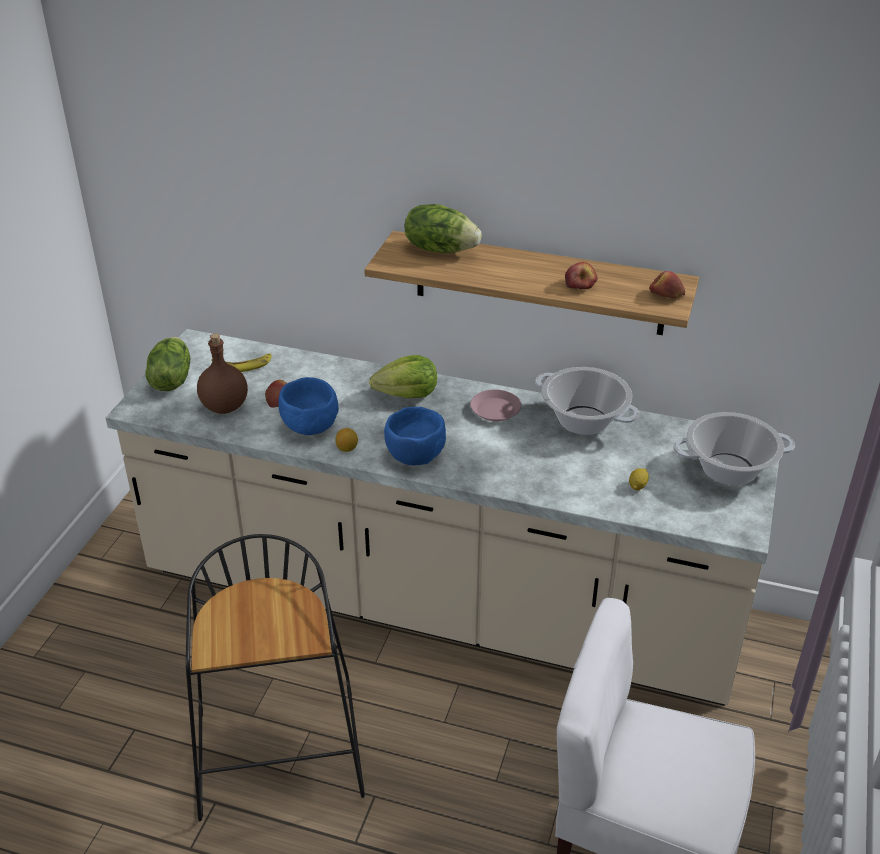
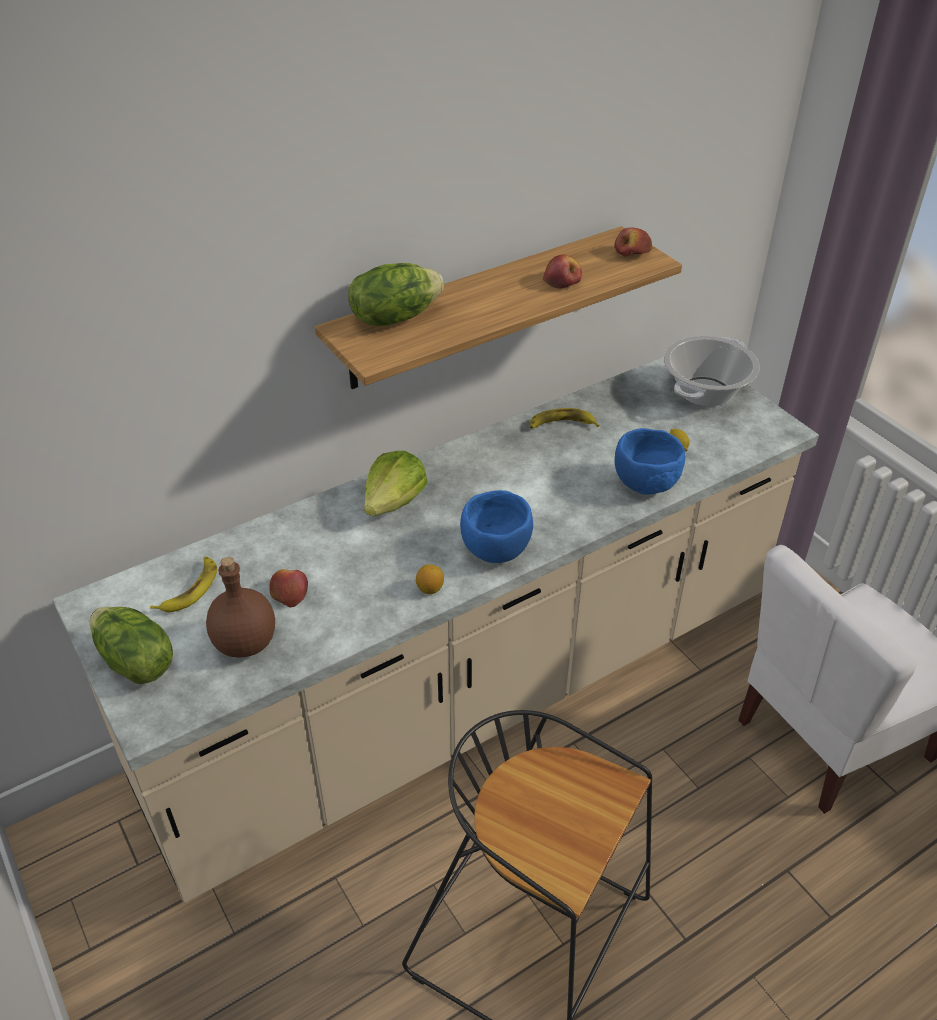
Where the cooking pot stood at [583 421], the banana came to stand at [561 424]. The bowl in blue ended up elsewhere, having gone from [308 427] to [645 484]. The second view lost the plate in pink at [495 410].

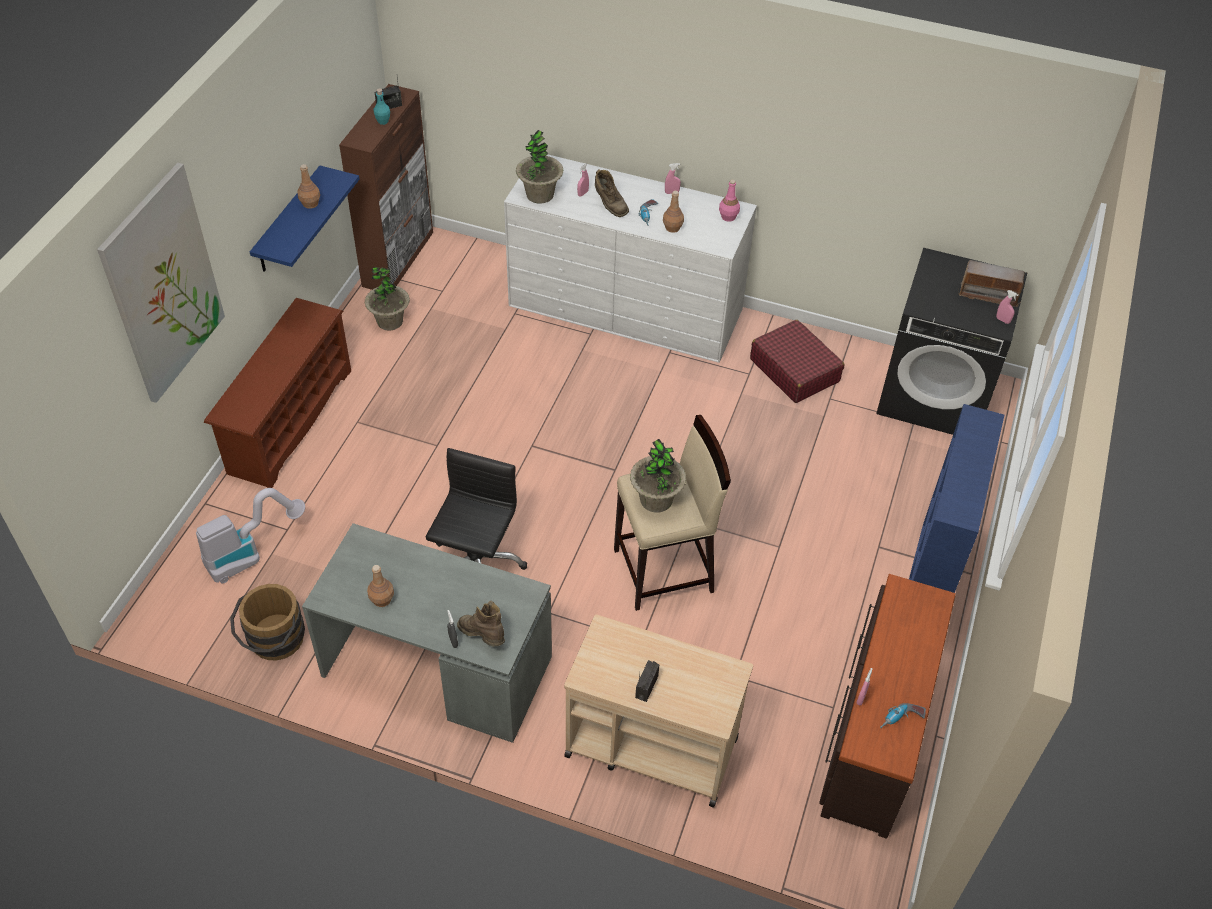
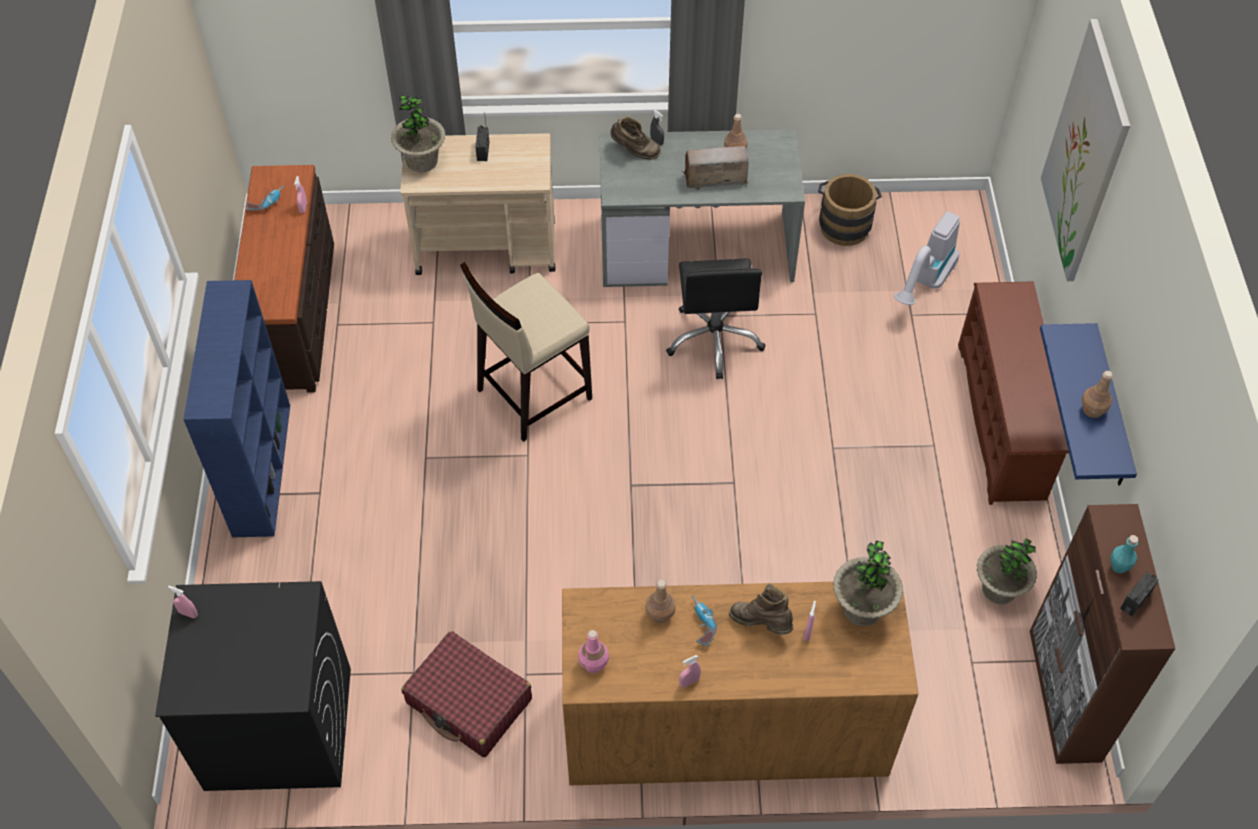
The potted plant ended up elsewhere, having gone from [656 500] to [422 161]. What was the dresser in white at [626 307] turned into the dresser in brown at [725 726]. The radio ended up elsewhere, having gone from [988 294] to [715 179].

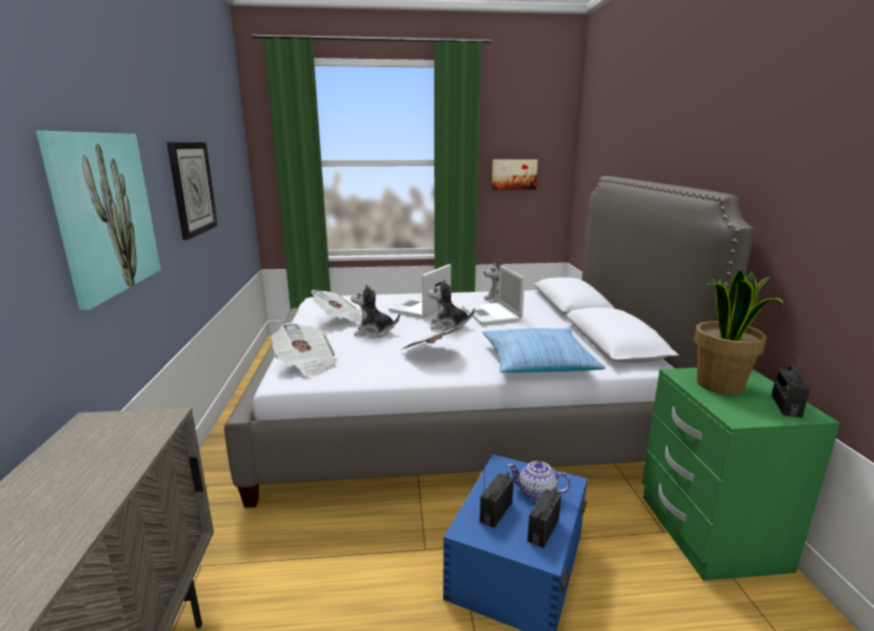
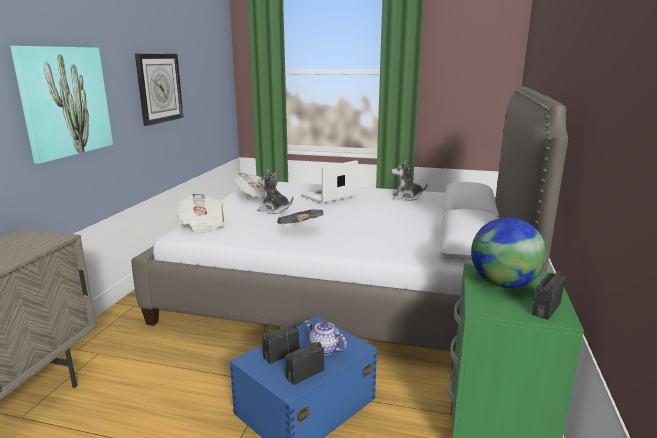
Where the potted plant stood at [720 385], the globe came to stand at [503 284]. The second view lost the plush toy at [448 326]. The second view lost the laptop at [492 314]. The second view lost the pillow at [537 362]. The second view lost the picture at [514 174].

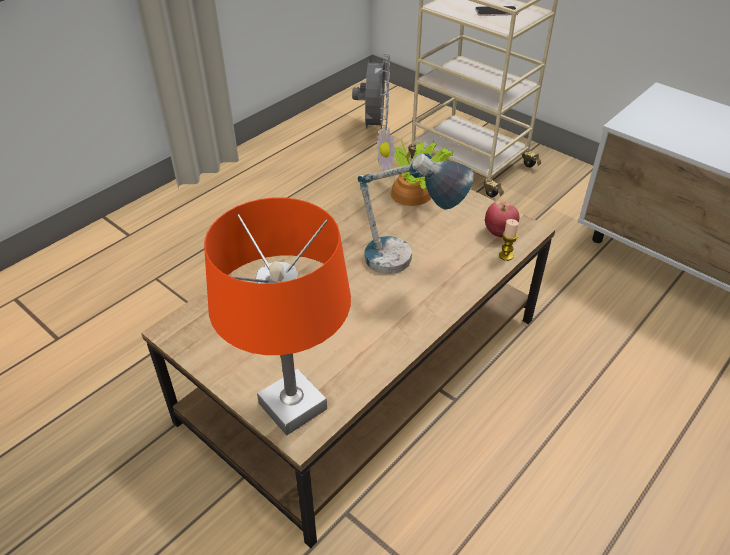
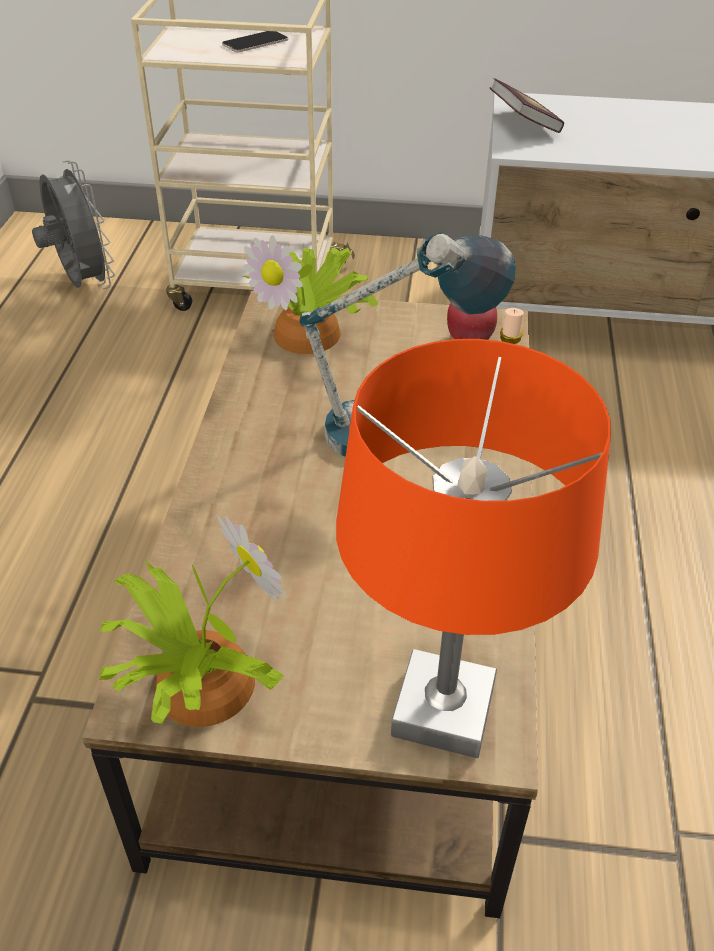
The second view gained the potted plant at [198 684]. The second view gained the book at [523 124].

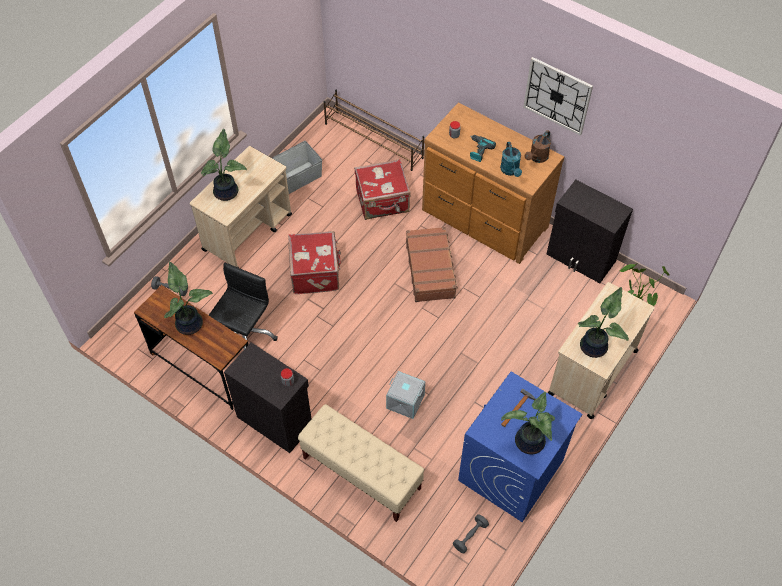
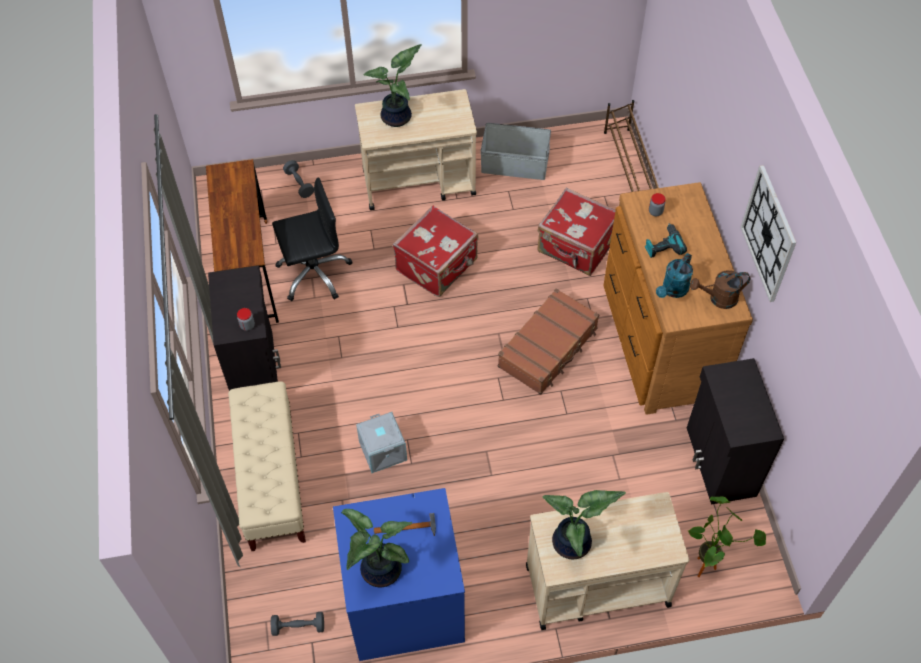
The second view lost the potted plant at [190 323].

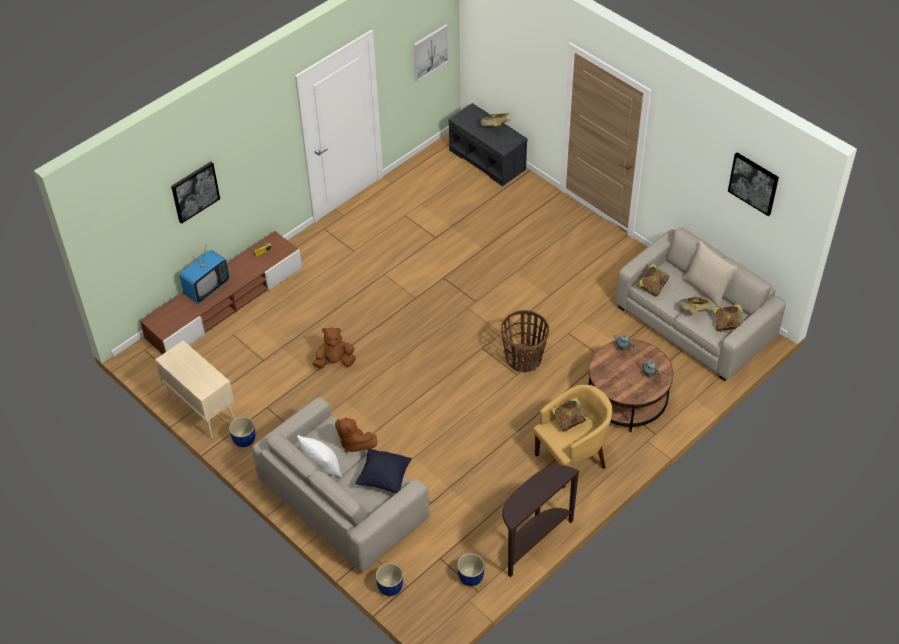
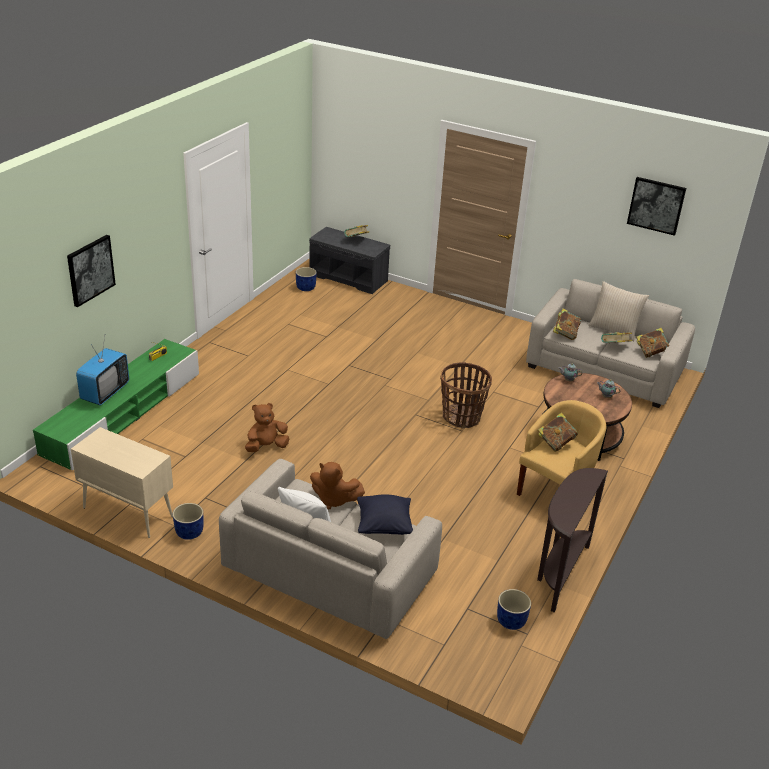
What was the tv stand in brown at [225 303] turned into the tv stand in green at [123 413]. The planter in blue ended up elsewhere, having gone from [390 587] to [305 288]. The second view lost the picture at [430 52].

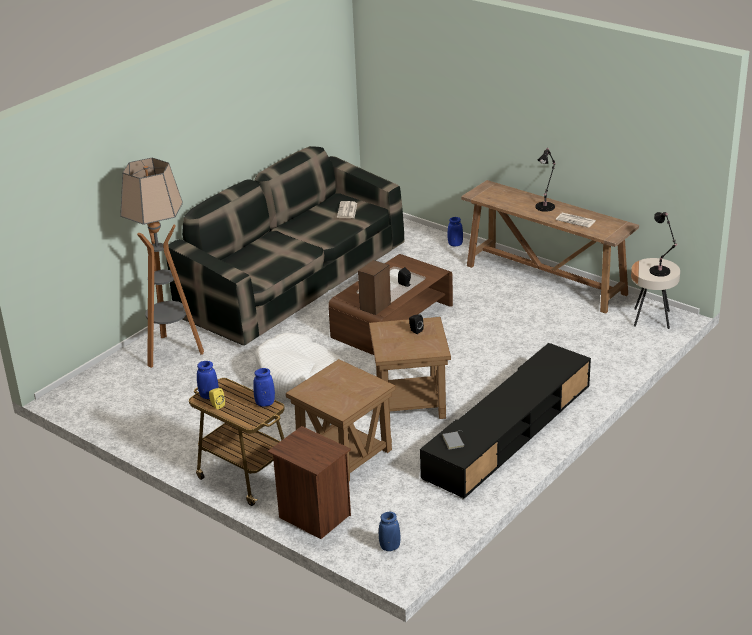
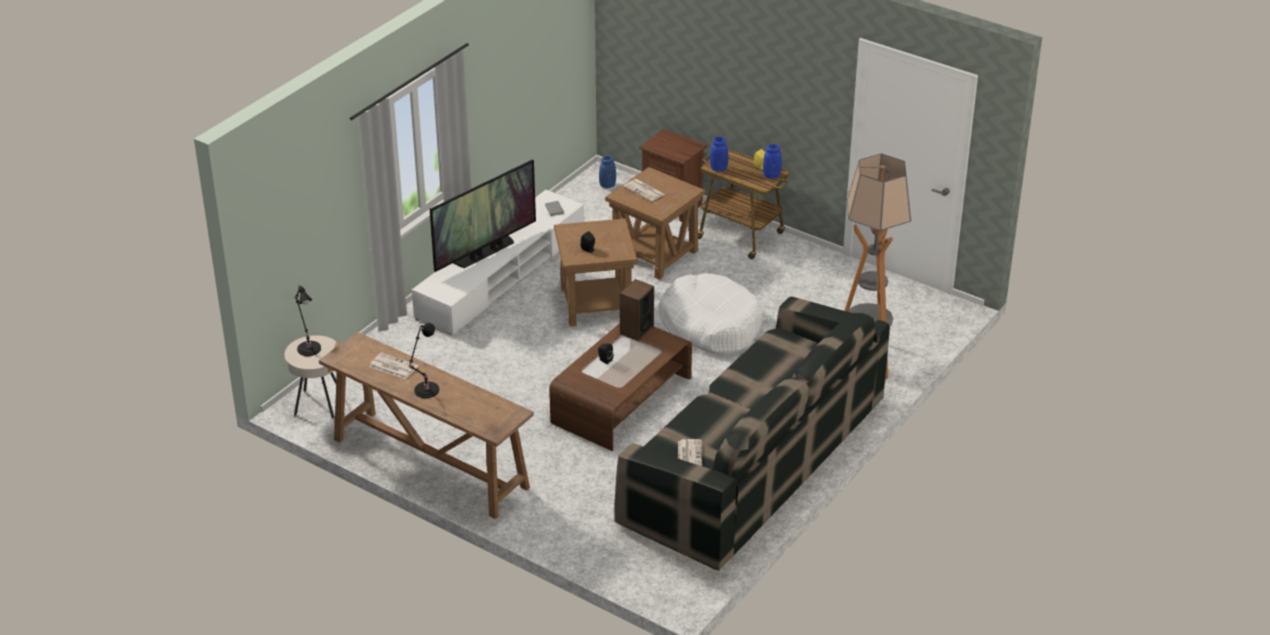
What was the tv stand in black at [508 432] turned into the tv stand in white at [502 274]. The second view gained the television at [485 252]. The second view gained the newspaper at [644 190]. The second view lost the vase in blue at [455 244].

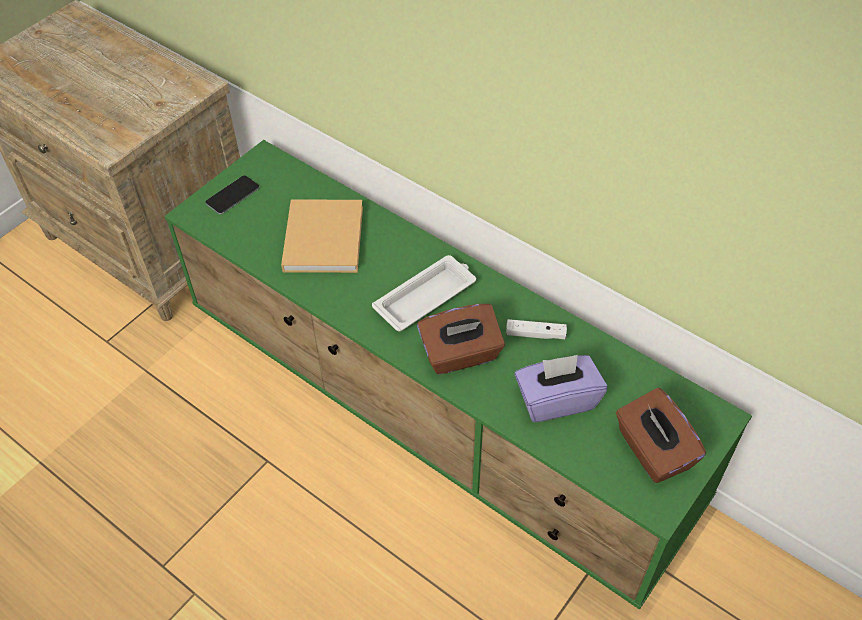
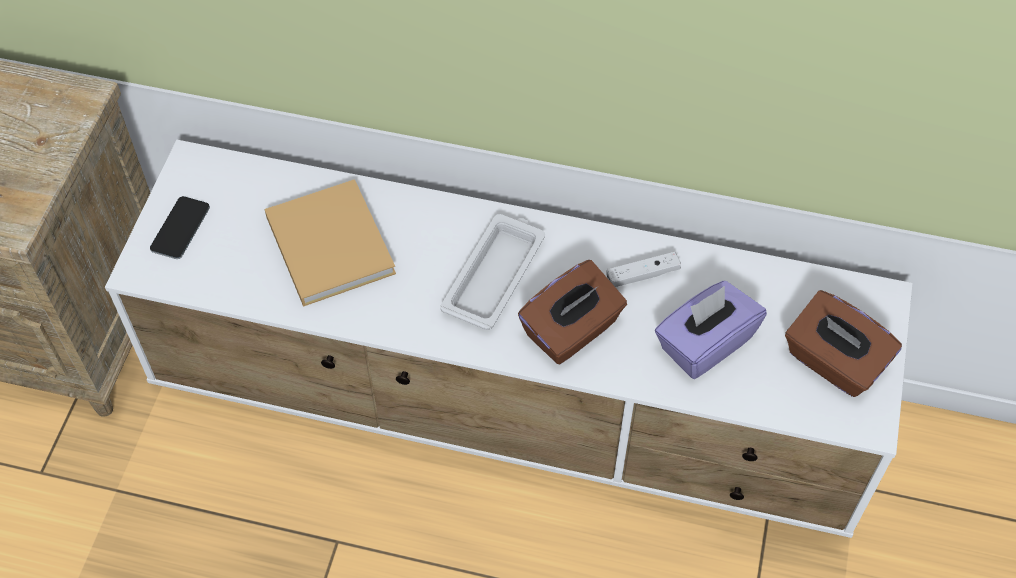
What was the tv stand in green at [435 418] turned into the tv stand in white at [512 410].

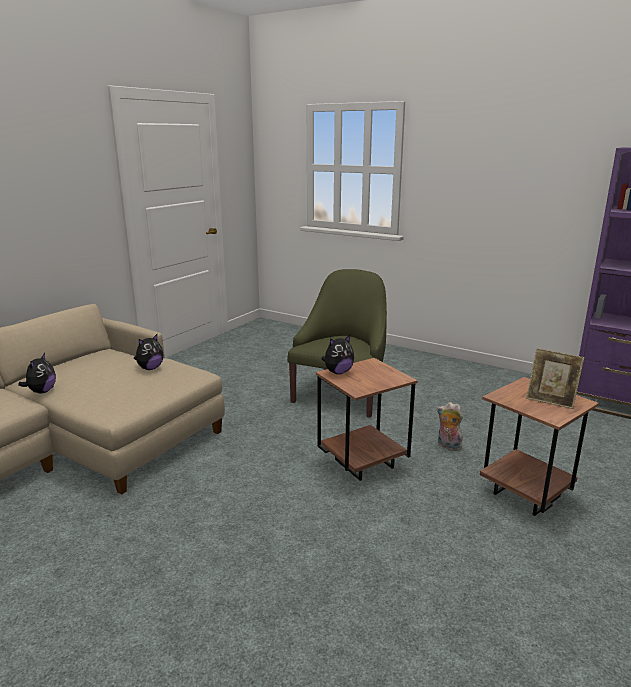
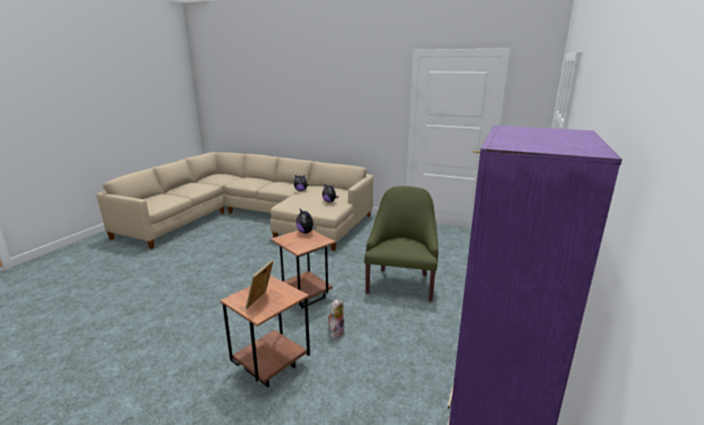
The armchair in green at [341 395] ended up facing another way, 90 degrees counterclockwise from before.

